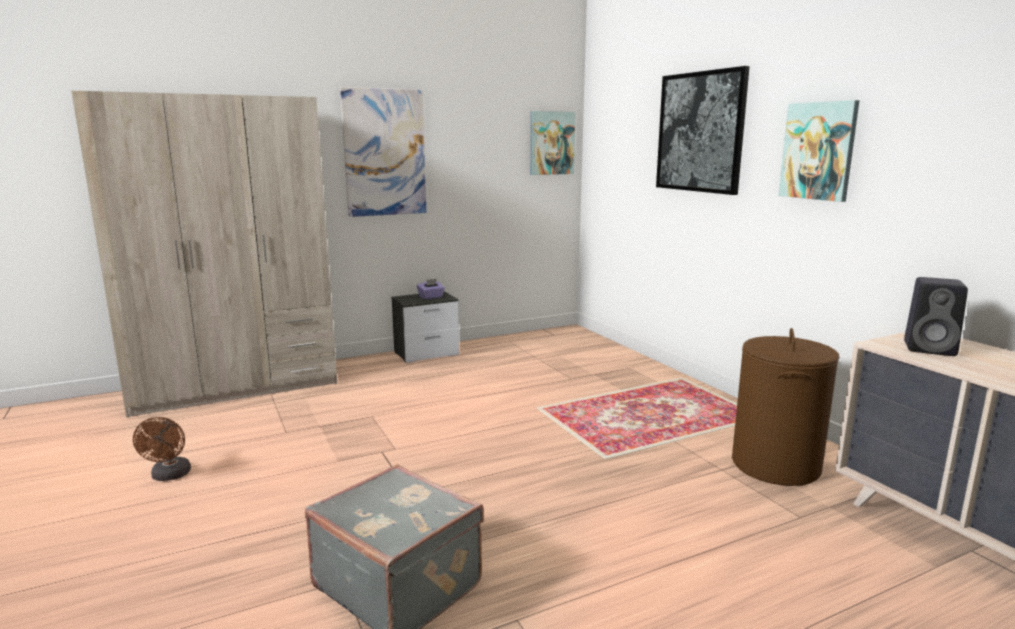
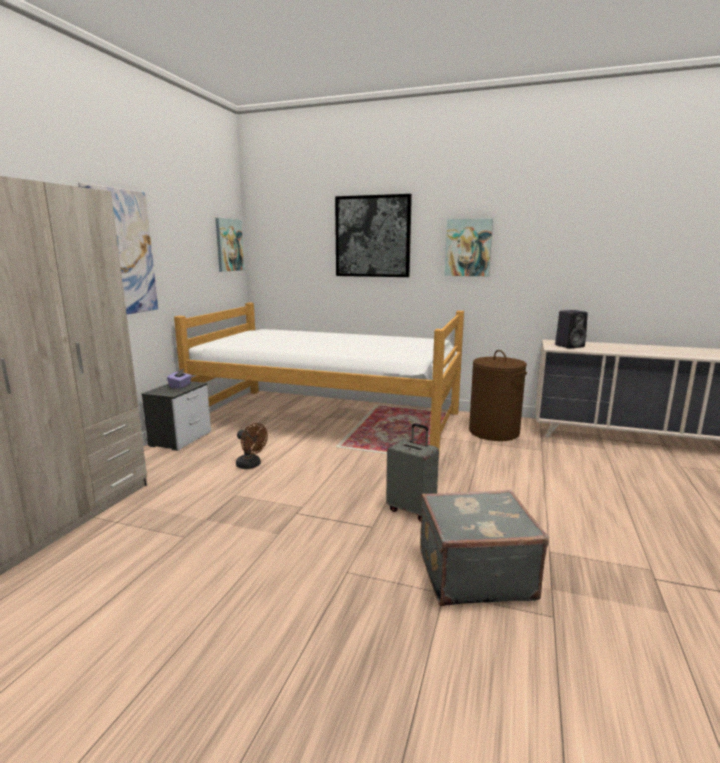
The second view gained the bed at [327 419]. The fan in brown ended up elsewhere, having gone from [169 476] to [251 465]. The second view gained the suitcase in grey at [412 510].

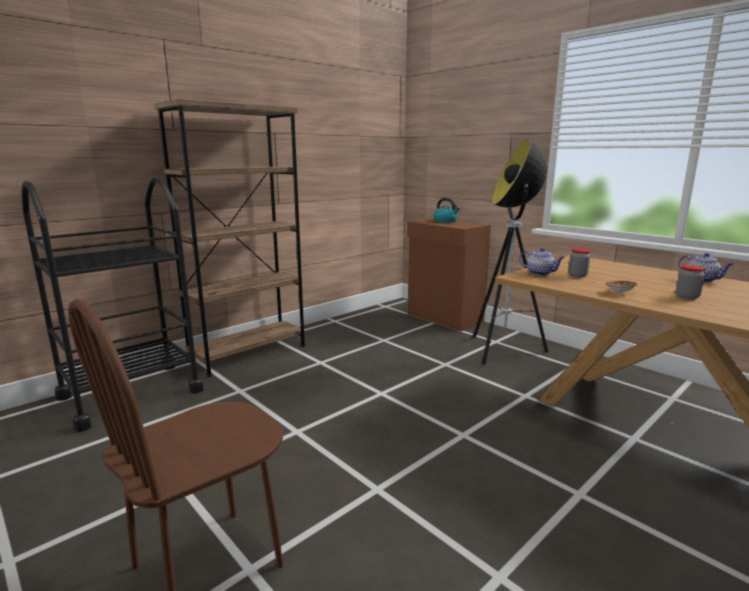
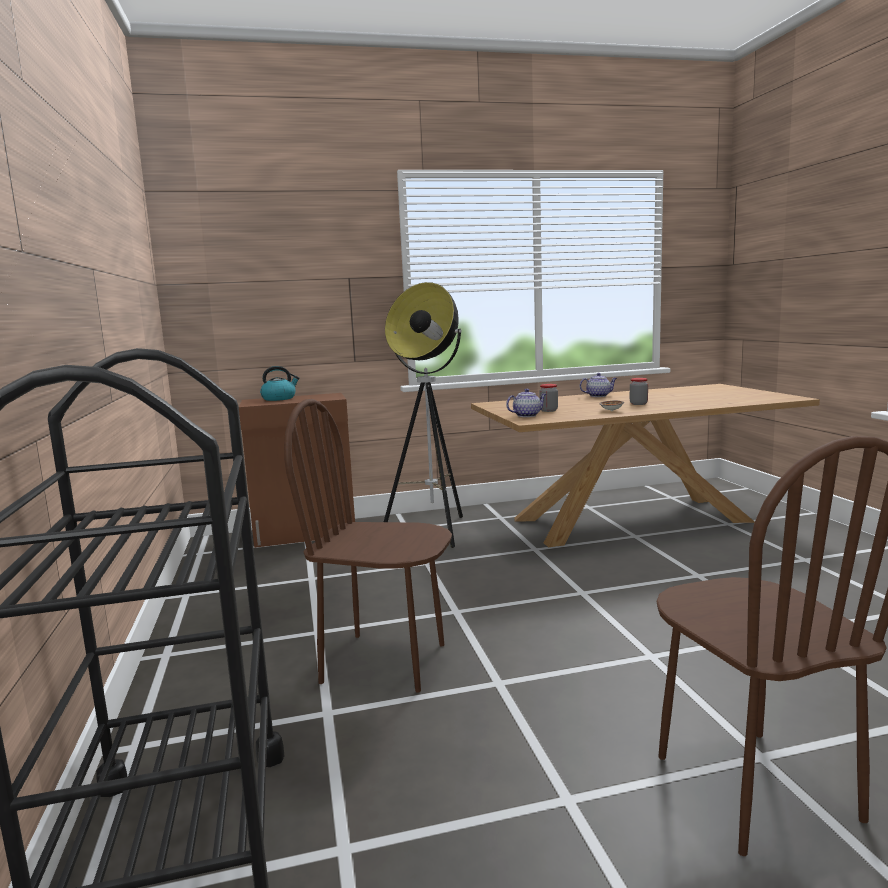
The second view gained the chair in brown at [384 662]. The second view lost the bookcase in brown at [248 353].

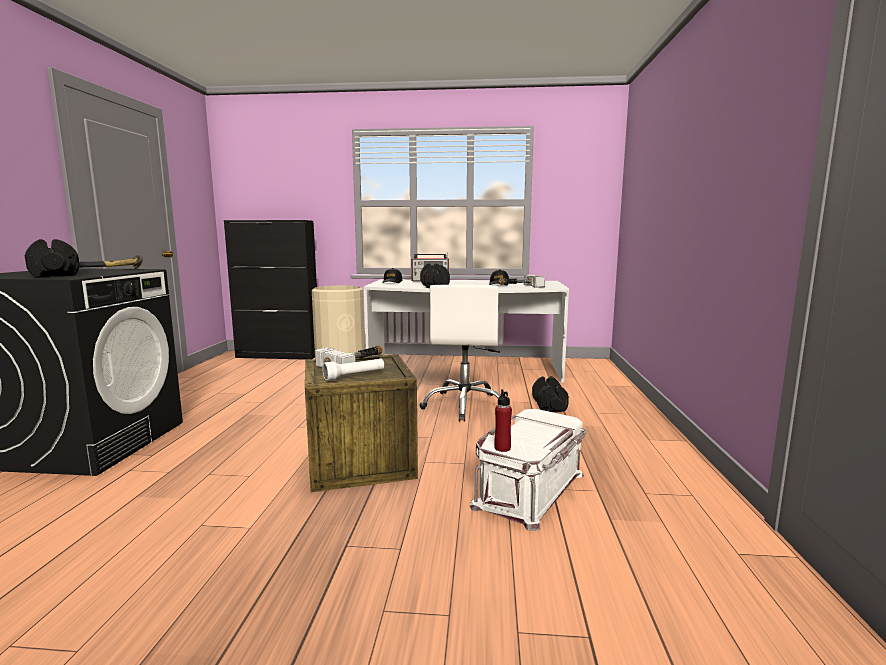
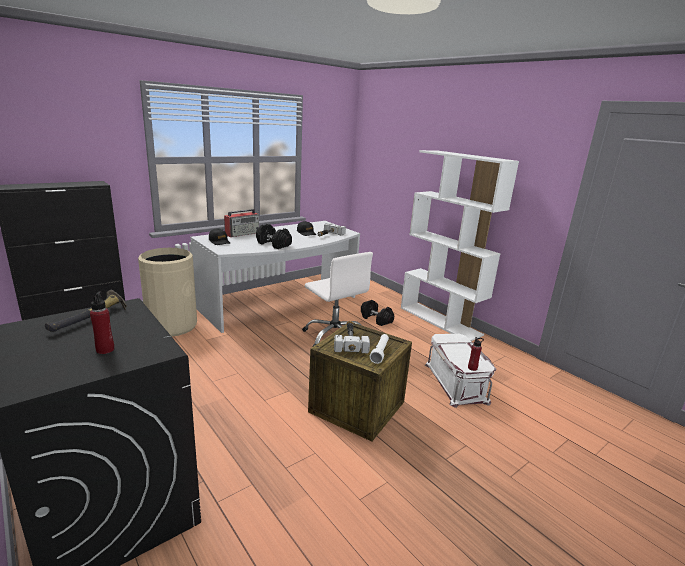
Where the dumbbell in black stood at [54 274], the bottle in red came to stand at [105 349]. The second view gained the bookcase in white at [440 321].

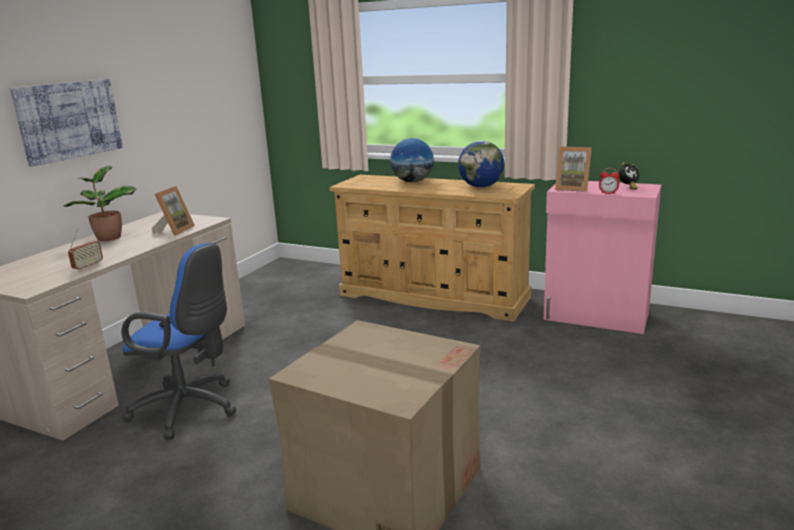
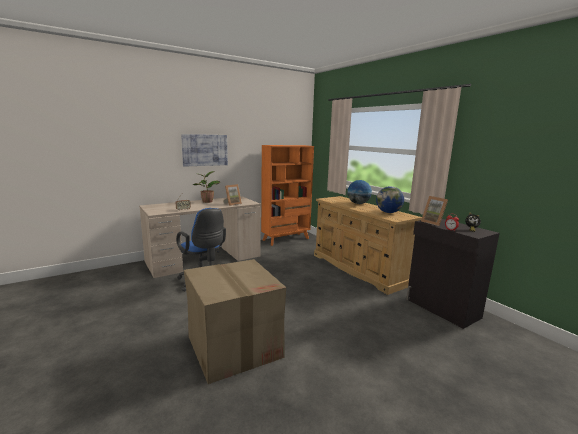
The second view gained the bookcase in orange at [286 239]. What was the cabinet in pink at [596 317] turned into the cabinet in black at [442 308].

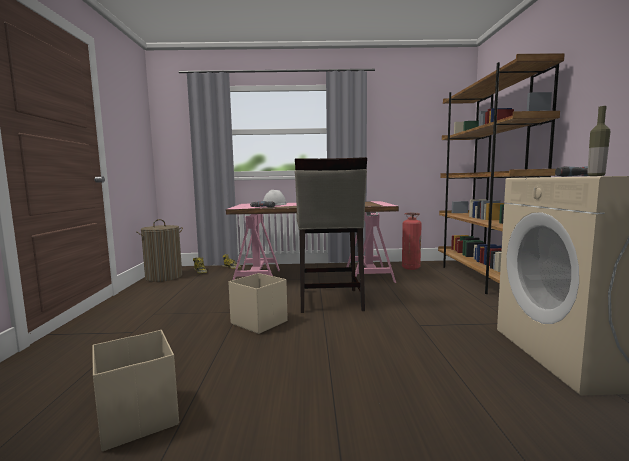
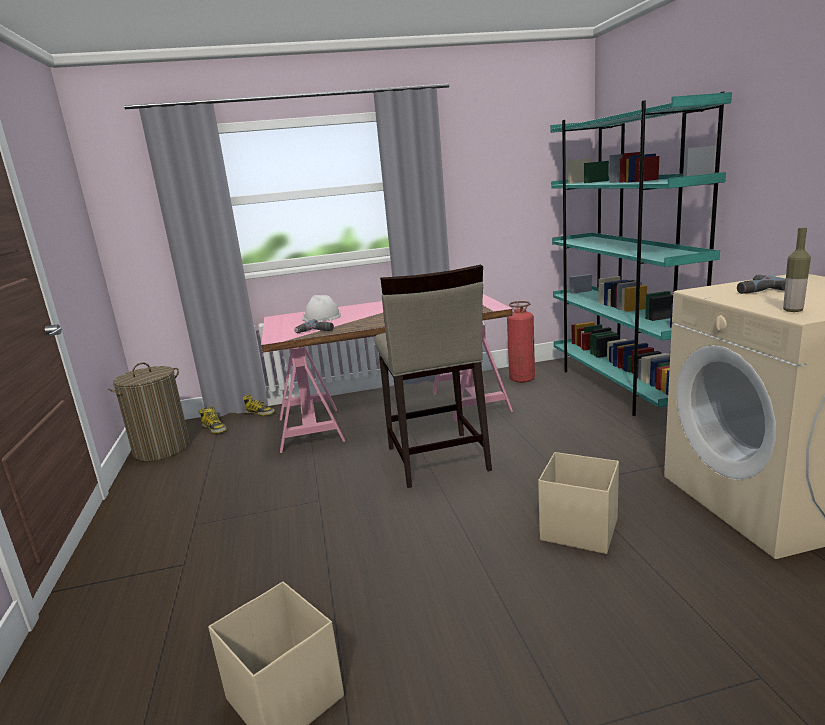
The storage box in beige ended up elsewhere, having gone from [259 322] to [578 529]. What was the bookcase in brown at [481 278] turned into the bookcase in turquoise at [620 387].

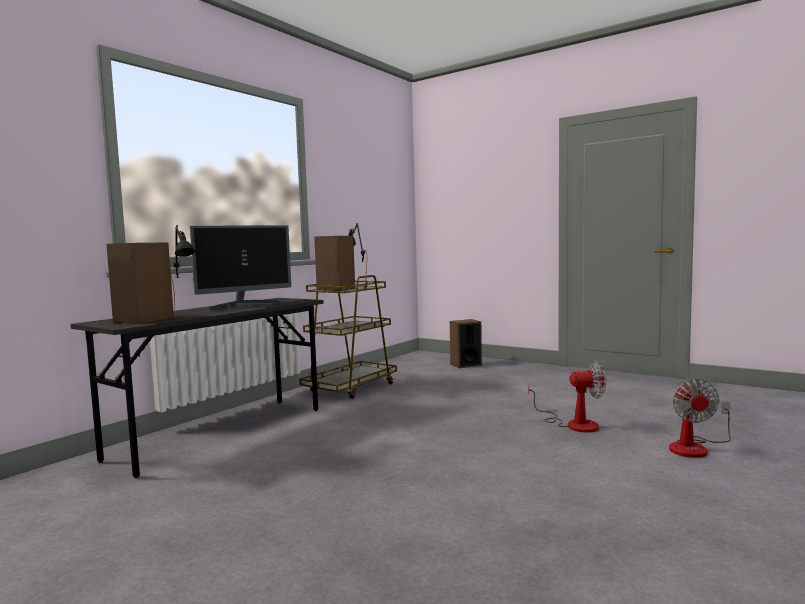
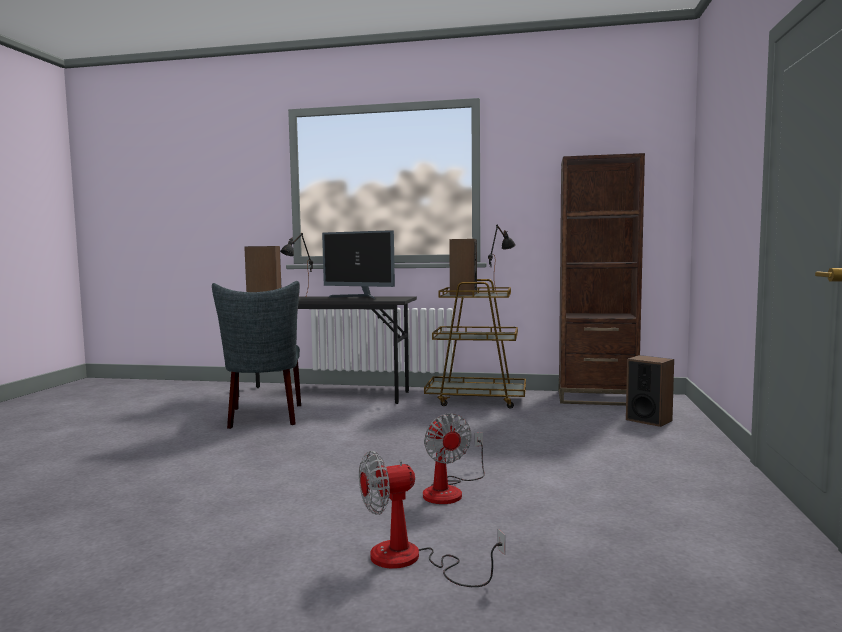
The second view gained the chair in grey at [264 418]. The second view gained the bookcase in brown at [596 398].

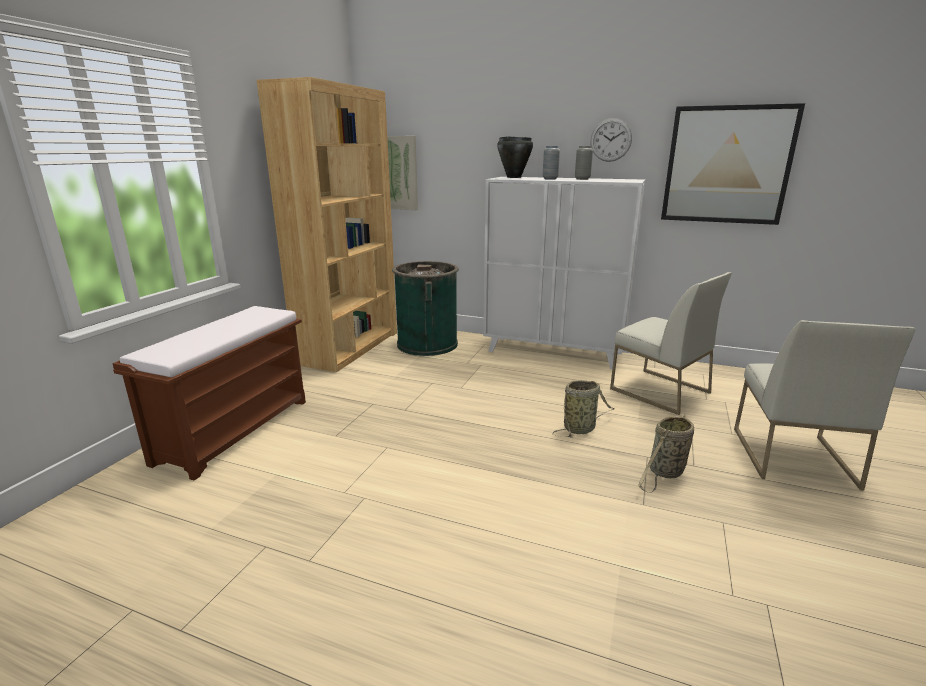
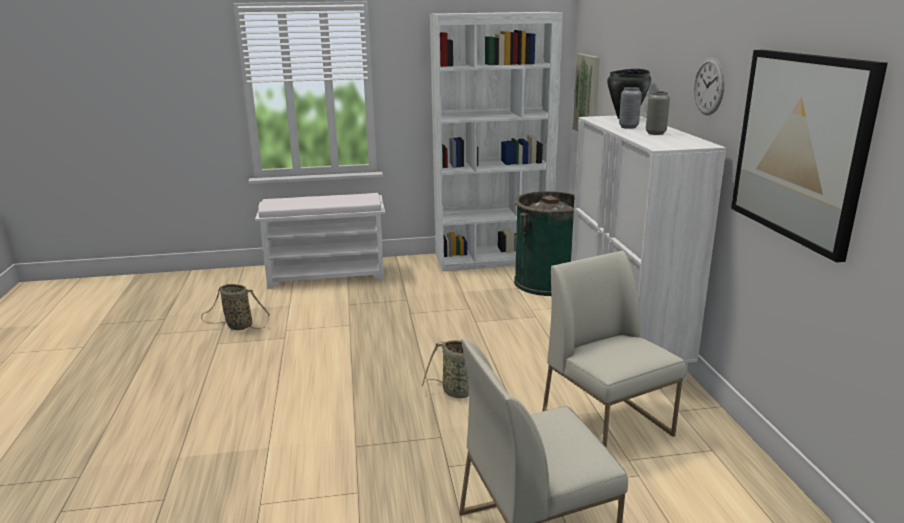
The basket ended up elsewhere, having gone from [665 473] to [237 326]. What was the bench in brown at [235 430] turned into the bench in white at [328 275]. What was the bookcase in brown at [349 347] turned into the bookcase in white at [493 259]. The chair in white at [658 391] ended up facing another way, 135 degrees clockwise from before.

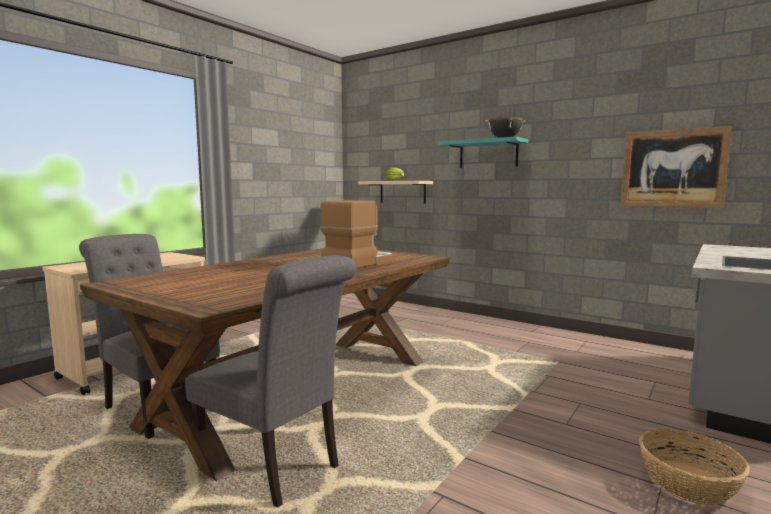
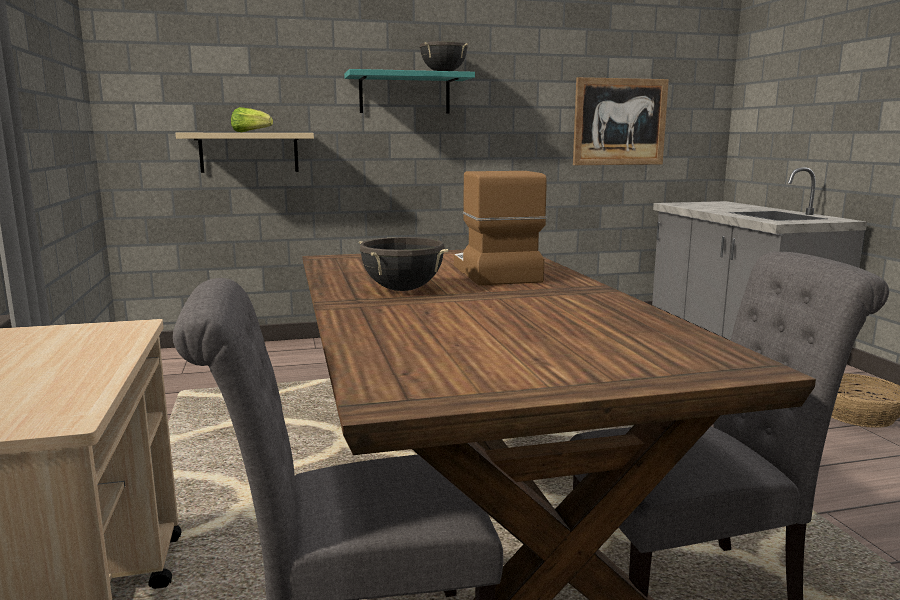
The second view gained the cooking pot in black at [403 290].

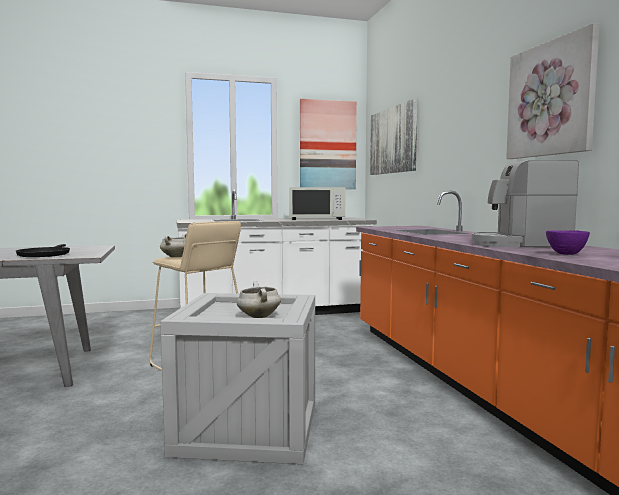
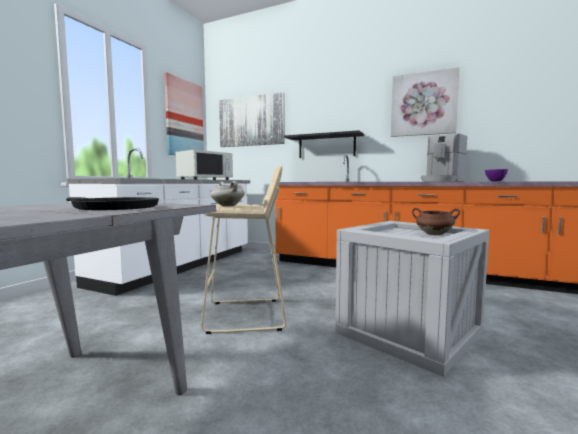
The second view gained the shelf in black at [326 146]. What was the cooking pot in white at [258 317] turned into the cooking pot in brown at [433 234].

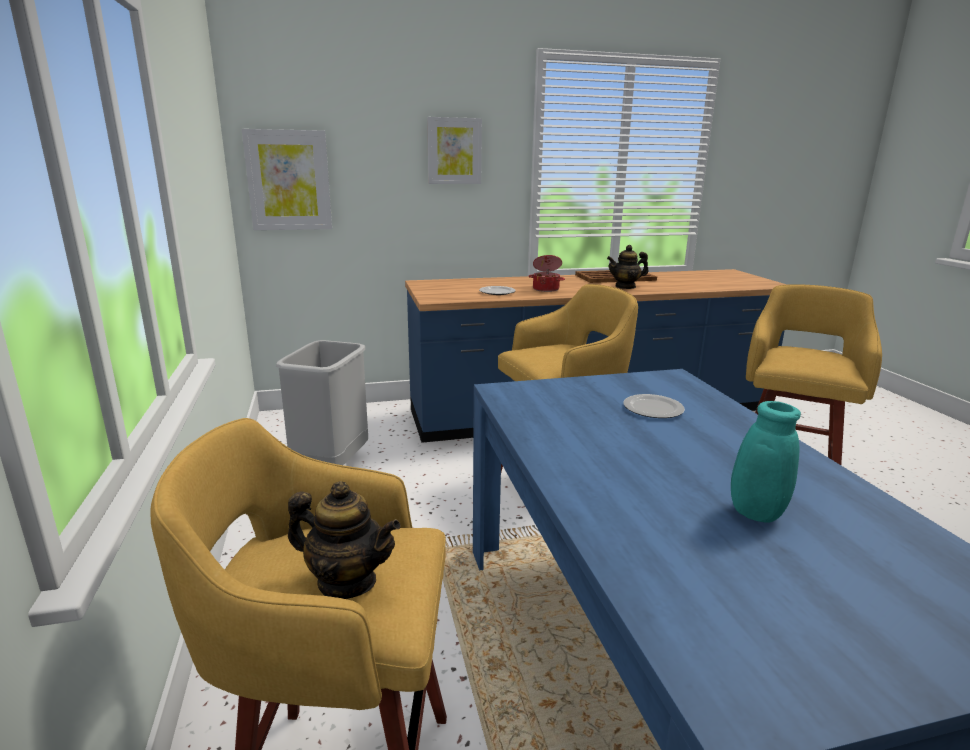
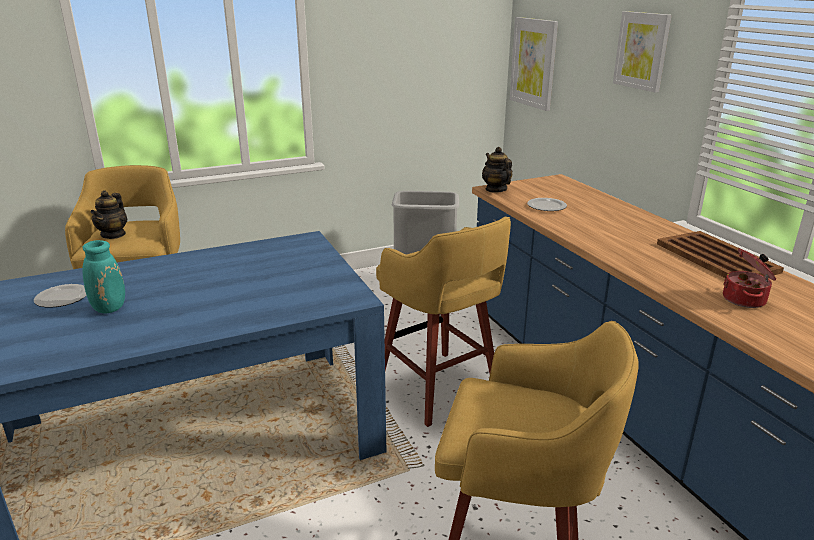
The plate ended up elsewhere, having gone from [653 409] to [61 298]. The teapot ended up elsewhere, having gone from [625 286] to [496 189]. The cooking pot ended up elsewhere, having gone from [546 289] to [745 300].

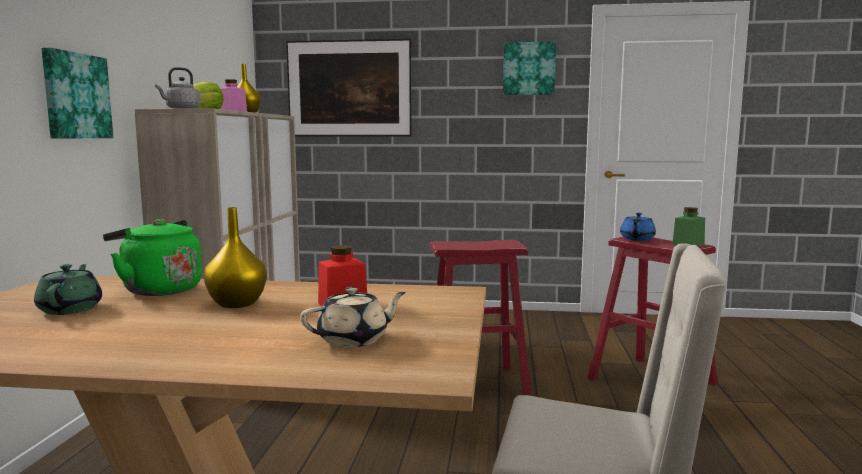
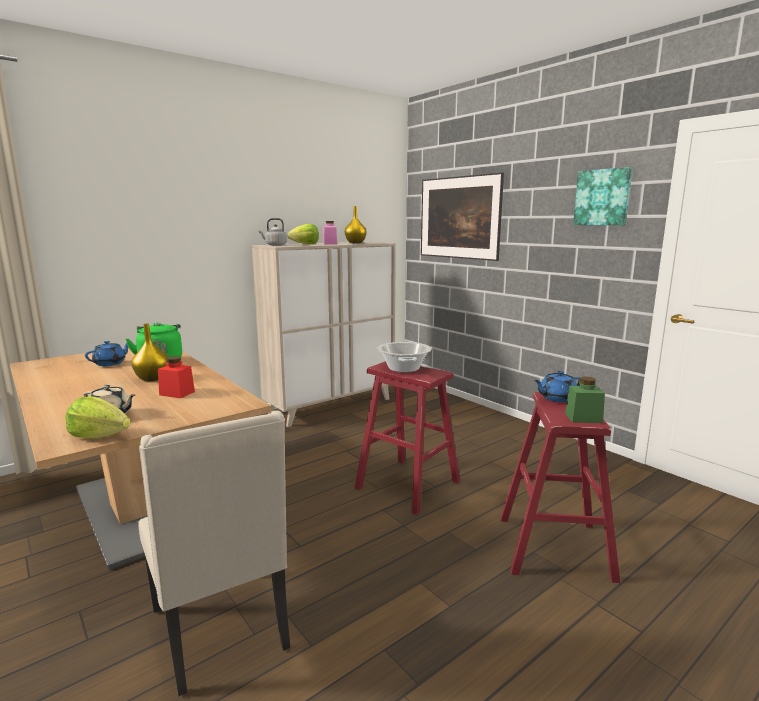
The second view gained the lettuce at [99 436]. What was the teapot in green at [71 309] turned into the teapot in blue at [110 363]. The second view gained the cooking pot at [404 368]. The second view lost the picture at [75 96].

